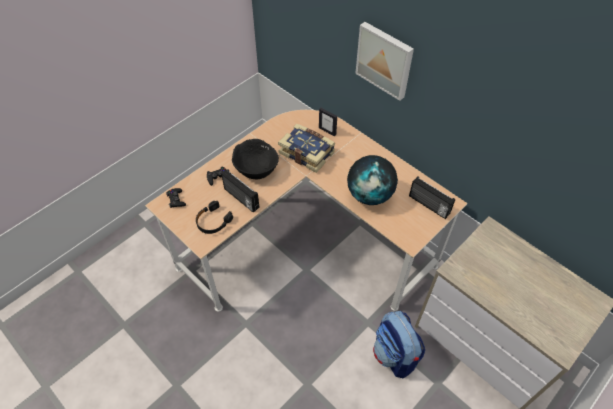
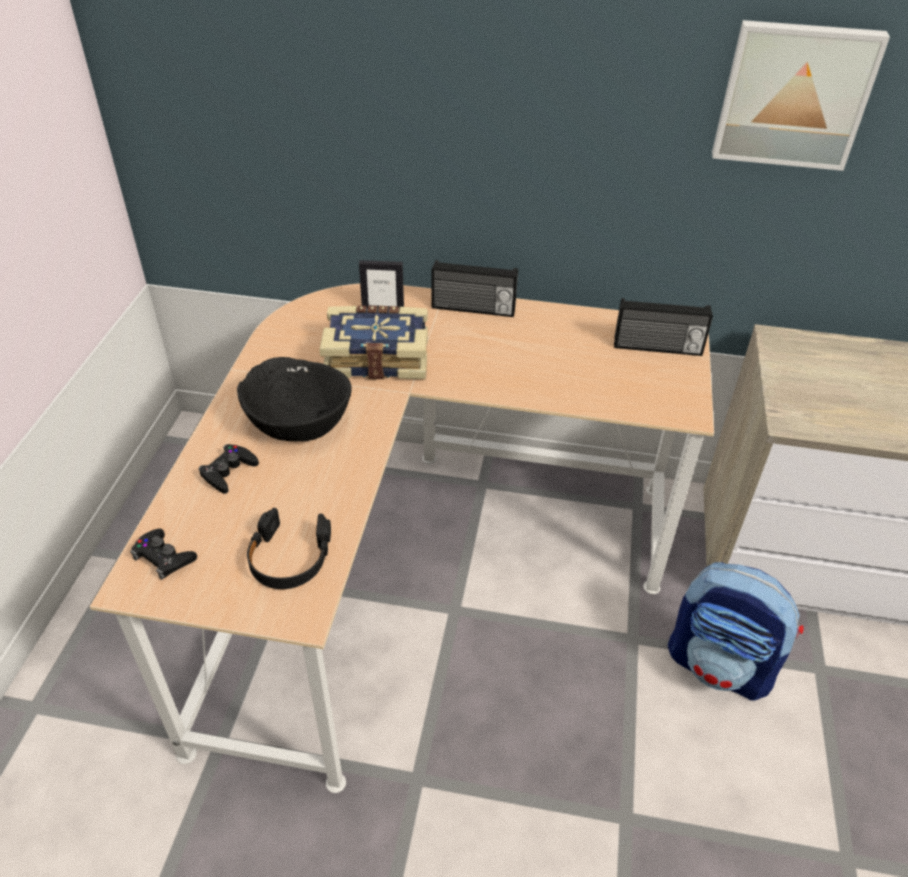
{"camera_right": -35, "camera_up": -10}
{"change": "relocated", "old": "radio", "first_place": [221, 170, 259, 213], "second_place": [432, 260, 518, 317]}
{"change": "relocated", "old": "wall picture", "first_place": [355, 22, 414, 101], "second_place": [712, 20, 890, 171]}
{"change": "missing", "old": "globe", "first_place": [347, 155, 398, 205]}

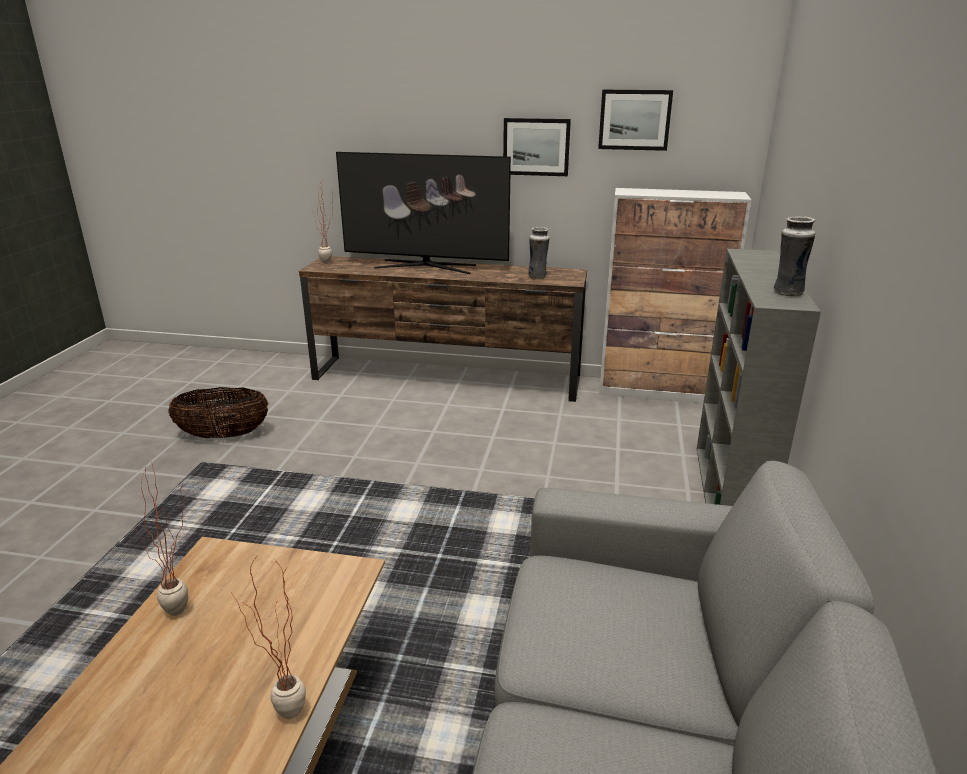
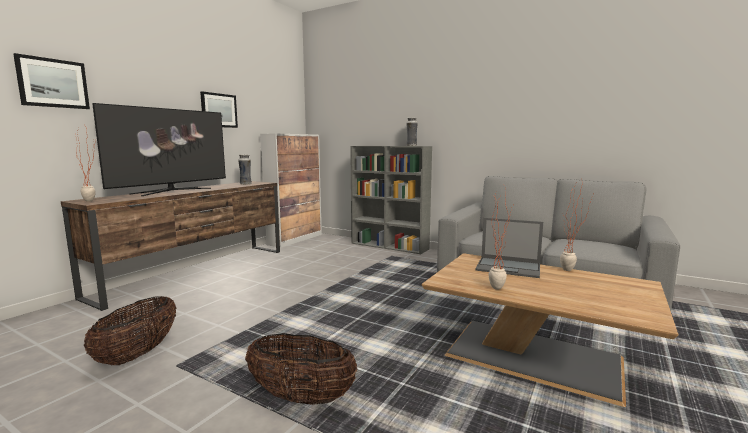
{"camera_right": -70, "camera_up": -15}
{"change": "relocated", "old": "wall picture", "first_place": [598, 90, 673, 151], "second_place": [13, 53, 90, 109]}
{"change": "appeared", "new": "household basket", "second_place": [245, 333, 357, 405]}
{"change": "appeared", "new": "portable computer", "second_place": [475, 218, 543, 278]}

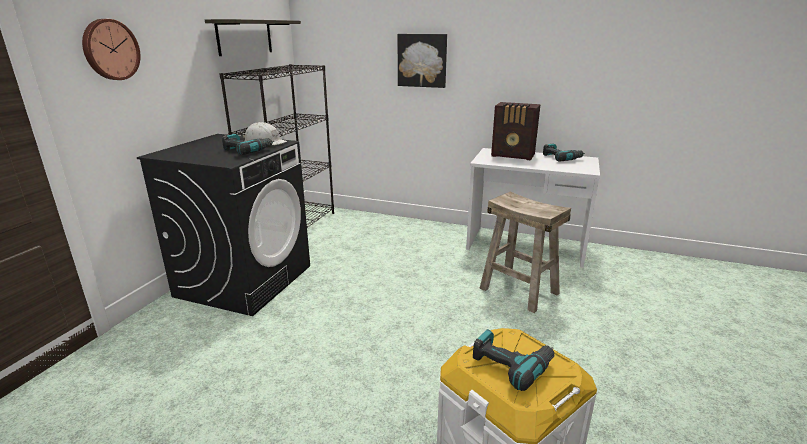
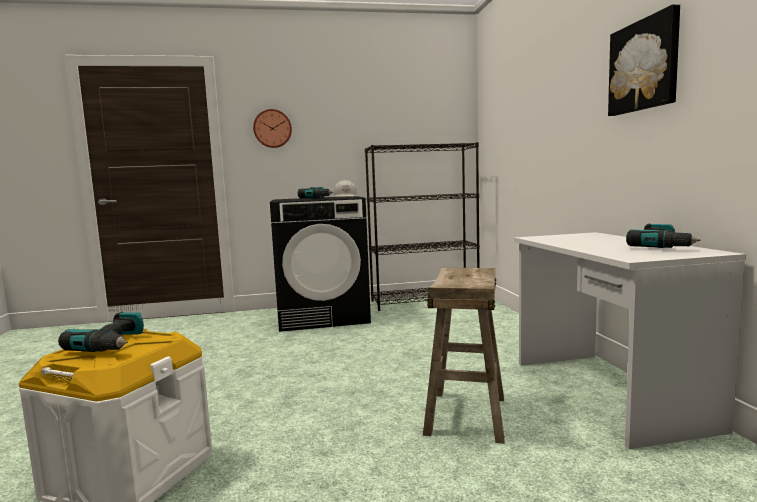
{"camera_right": 60, "camera_up": -15}
{"change": "relocated", "old": "wall picture", "first_place": [398, 34, 447, 88], "second_place": [608, 4, 680, 116]}
{"change": "missing", "old": "bracket shelf", "first_place": [205, 19, 301, 56]}
{"change": "missing", "old": "radio", "first_place": [491, 102, 541, 160]}

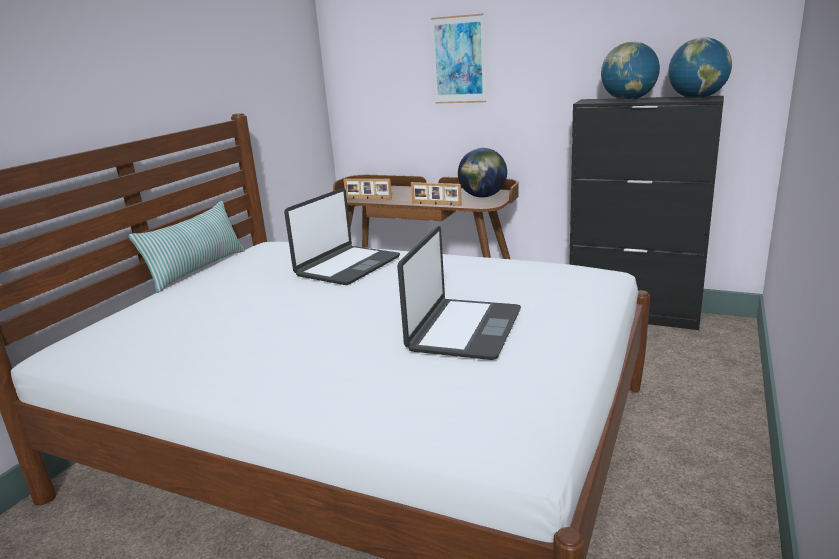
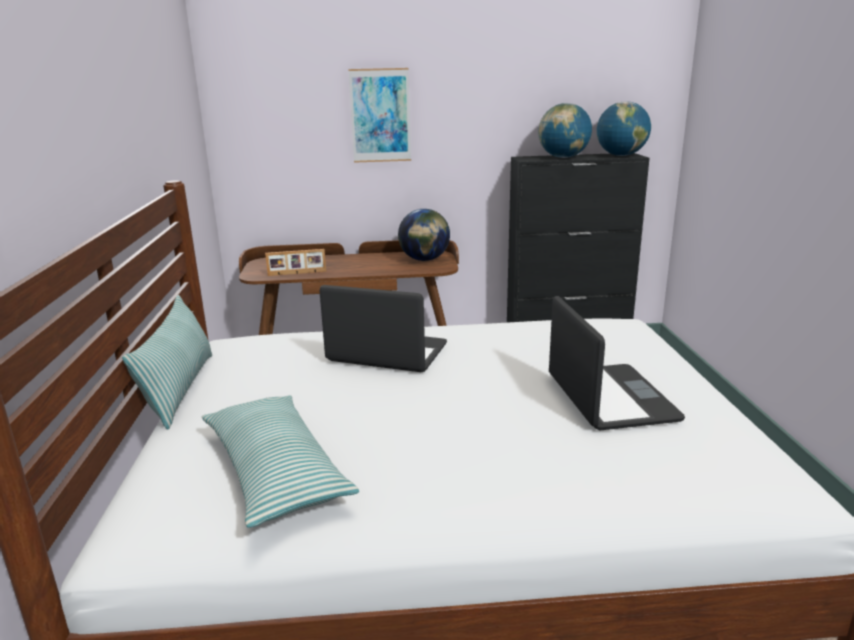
{"camera_right": -30, "camera_up": 0}
{"change": "appeared", "new": "throw pillow", "second_place": [202, 395, 359, 528]}
{"change": "spun", "old": "portable computer", "first_place": [284, 188, 400, 285], "second_place": [319, 285, 447, 372], "degrees": -75}
{"change": "missing", "old": "picture frame", "first_place": [411, 182, 462, 206]}

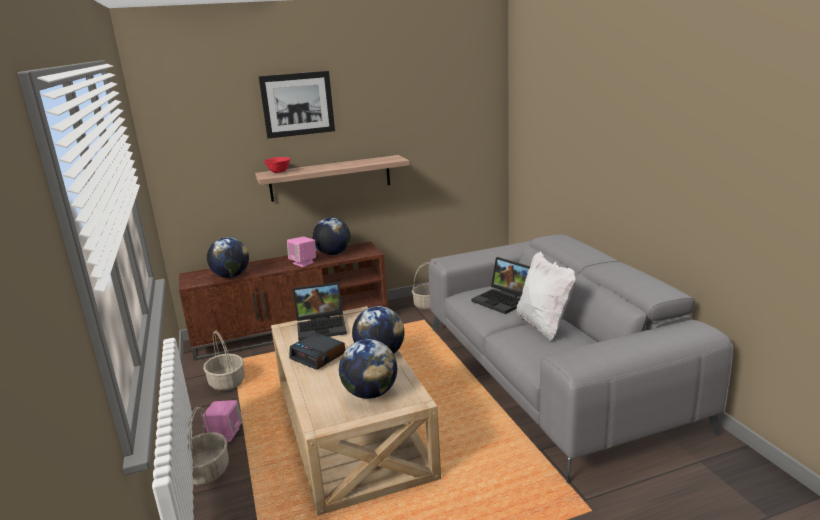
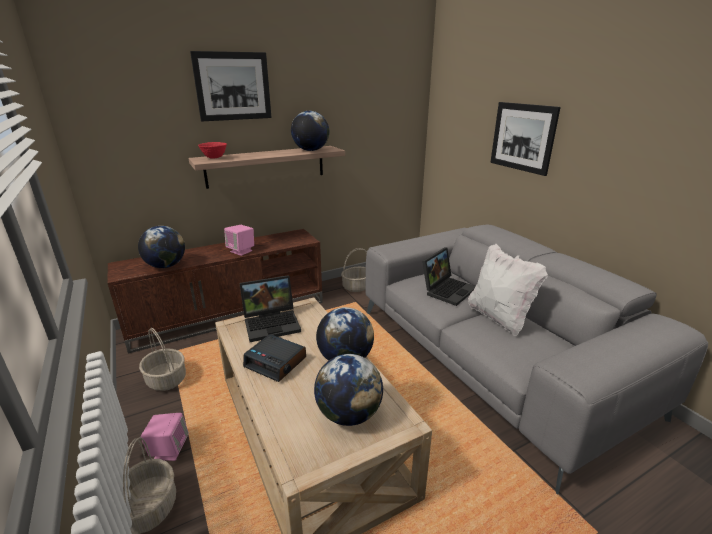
{"camera_right": -10, "camera_up": 5}
{"change": "relocated", "old": "globe", "first_place": [312, 217, 350, 255], "second_place": [291, 111, 329, 151]}
{"change": "spun", "old": "portable computer", "first_place": [471, 257, 530, 314], "second_place": [422, 248, 475, 306], "degrees": -90}
{"change": "appeared", "new": "wall picture", "second_place": [490, 102, 561, 176]}

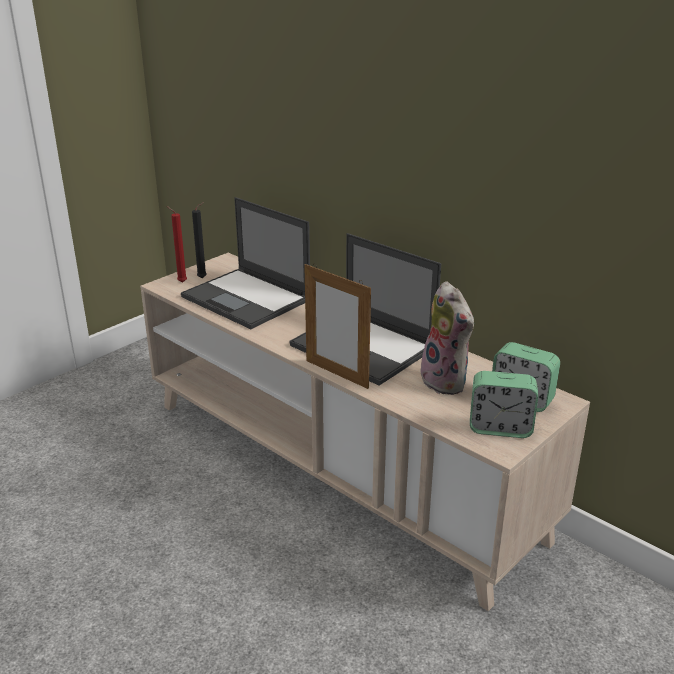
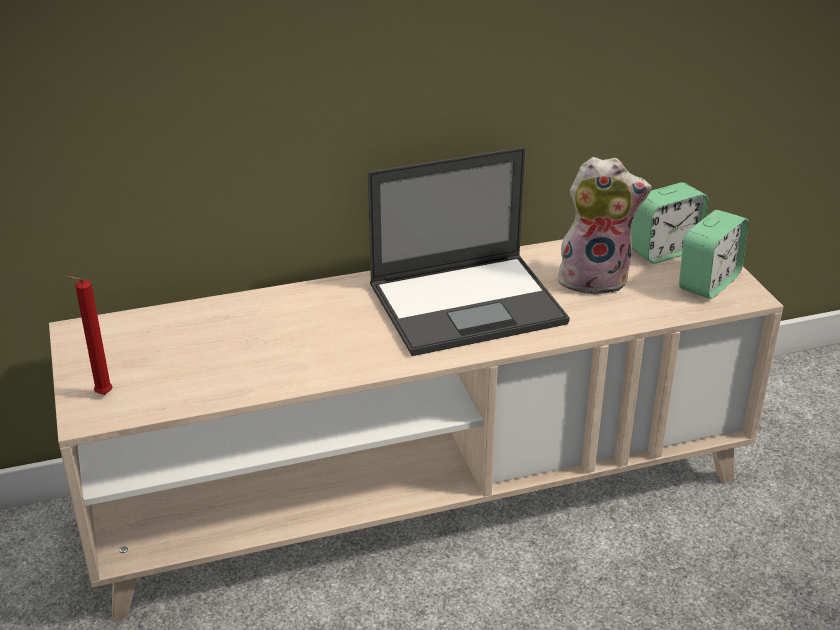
{"camera_right": -60, "camera_up": 5}
{"change": "missing", "old": "portable computer", "first_place": [181, 197, 310, 329]}
{"change": "missing", "old": "black wax candle", "first_place": [192, 202, 207, 278]}
{"change": "missing", "old": "picture frame", "first_place": [304, 263, 371, 389]}

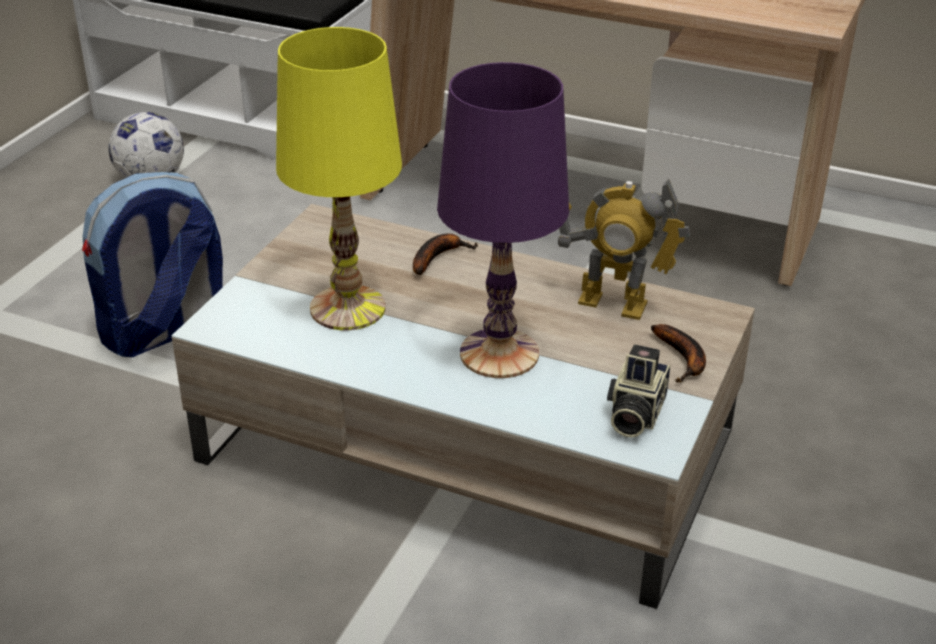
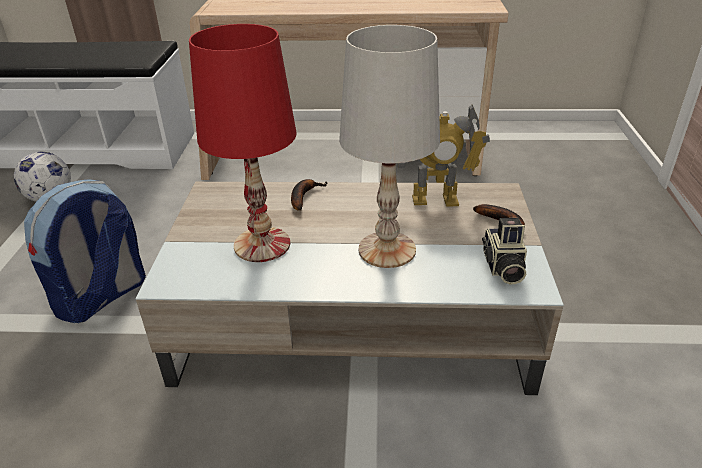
{"camera_right": -20, "camera_up": 0}
{"change": "colour", "old": "yellowish tabletop lamp", "new": "red-coloured tabletop lamp", "first_place": [276, 27, 402, 330], "second_place": [189, 24, 297, 262]}
{"change": "colour", "old": "purplish tabletop lamp", "new": "white tabletop lamp", "first_place": [437, 62, 569, 378], "second_place": [339, 25, 440, 268]}

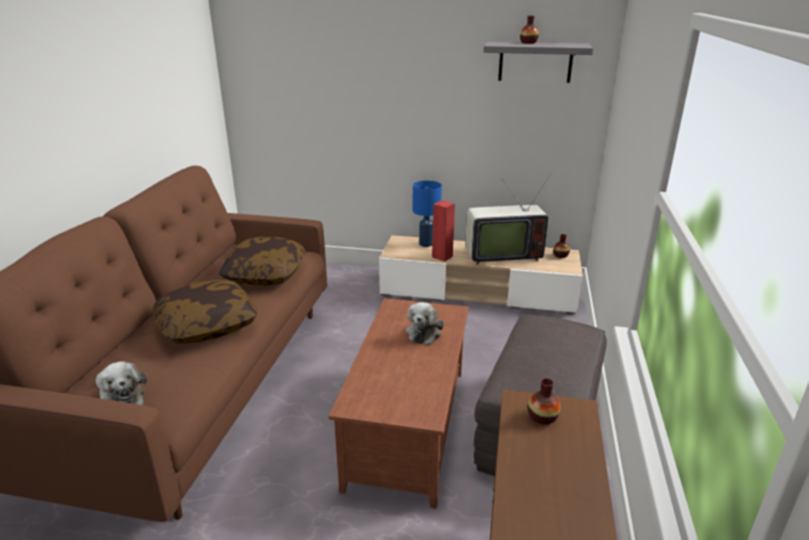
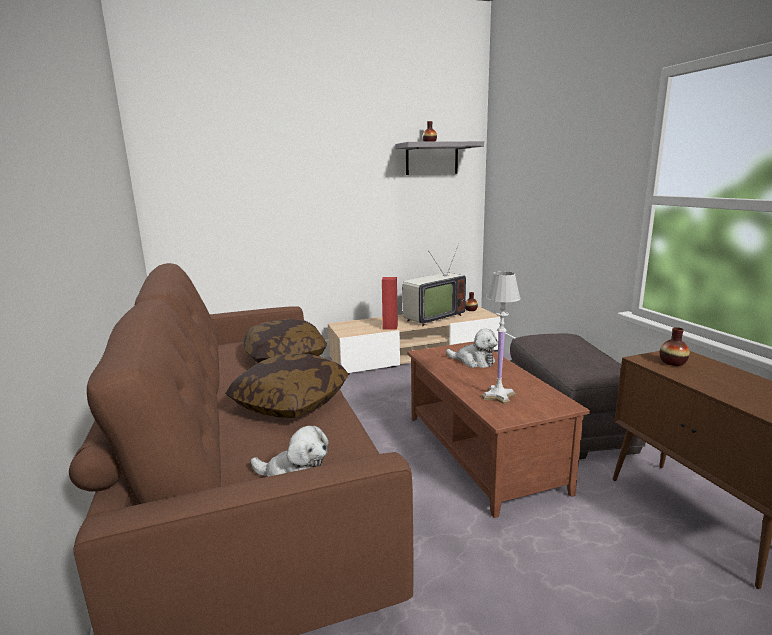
{"camera_right": -30, "camera_up": -10}
{"change": "spun", "old": "plush toy", "first_place": [406, 302, 444, 345], "second_place": [446, 328, 498, 368], "degrees": -45}
{"change": "appeared", "new": "white tabletop lamp", "second_place": [482, 271, 521, 404]}
{"change": "missing", "old": "bluish tabletop lamp", "first_place": [413, 181, 442, 247]}

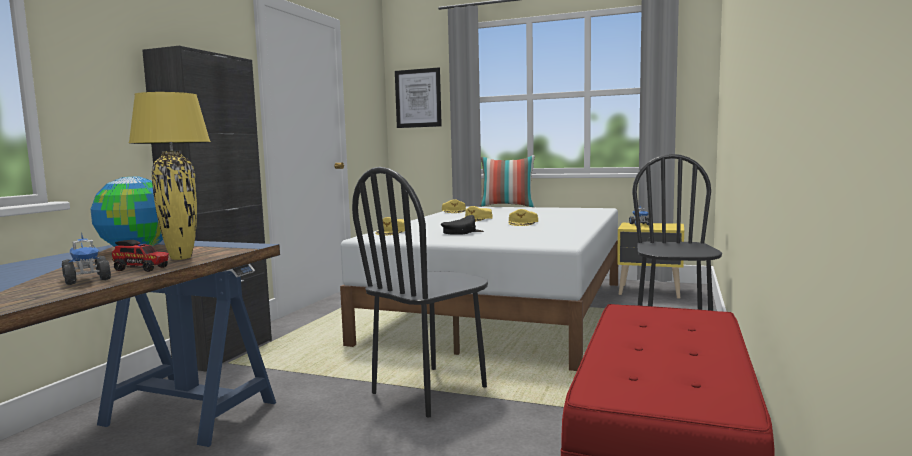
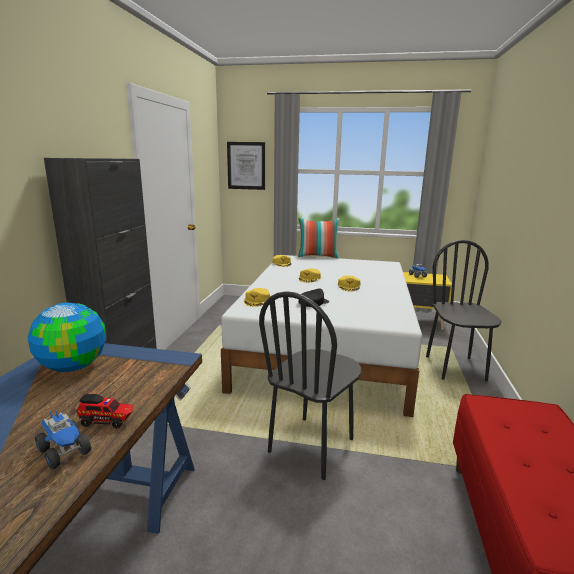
{"camera_right": -10, "camera_up": 10}
{"change": "missing", "old": "yellowish tabletop lamp", "first_place": [128, 92, 211, 260]}

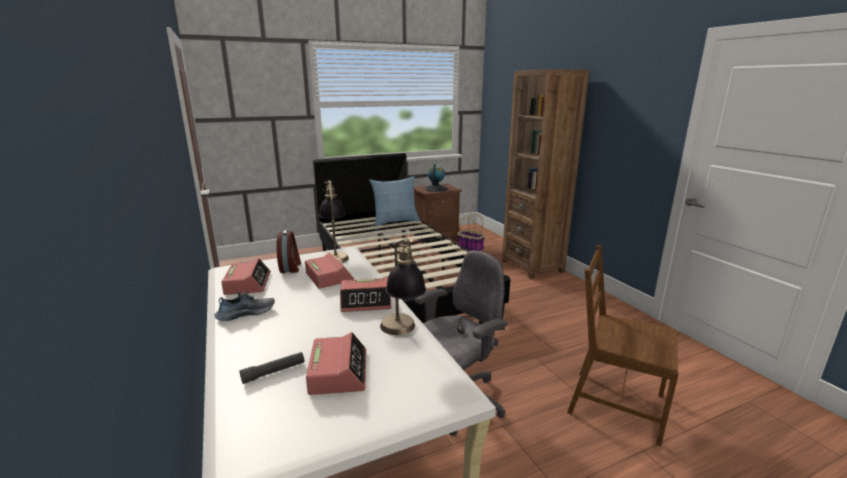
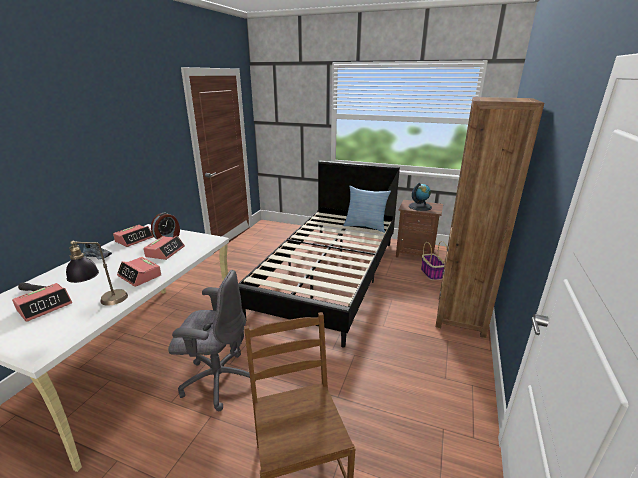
{"camera_right": 45, "camera_up": 5}
{"change": "missing", "old": "tabletop lamp", "first_place": [319, 181, 349, 263]}

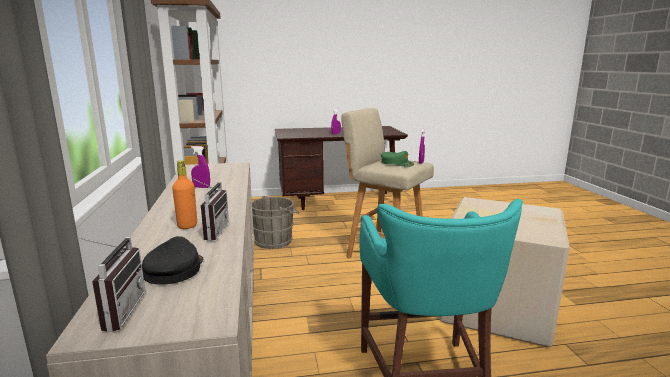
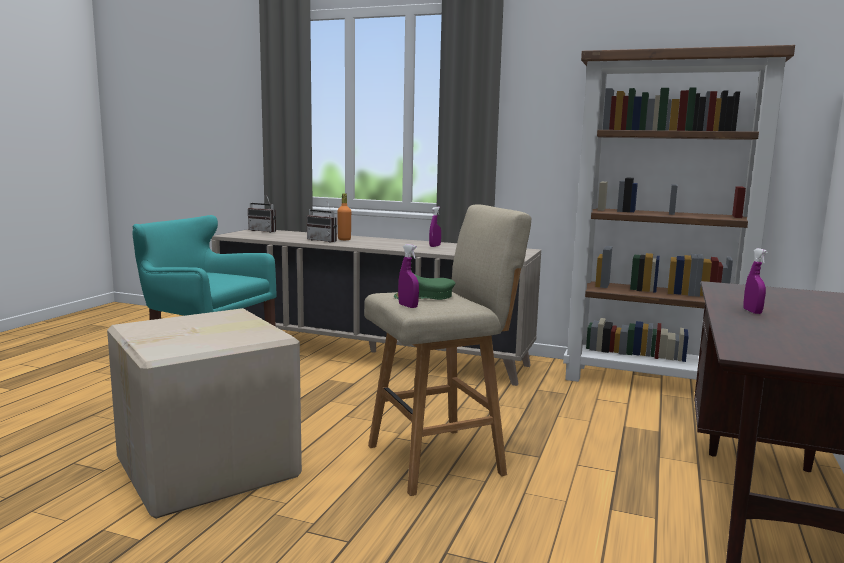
{"camera_right": 120, "camera_up": -5}
{"change": "missing", "old": "black cap", "first_place": [142, 236, 203, 285]}
{"change": "missing", "old": "grey pail", "first_place": [252, 196, 300, 249]}

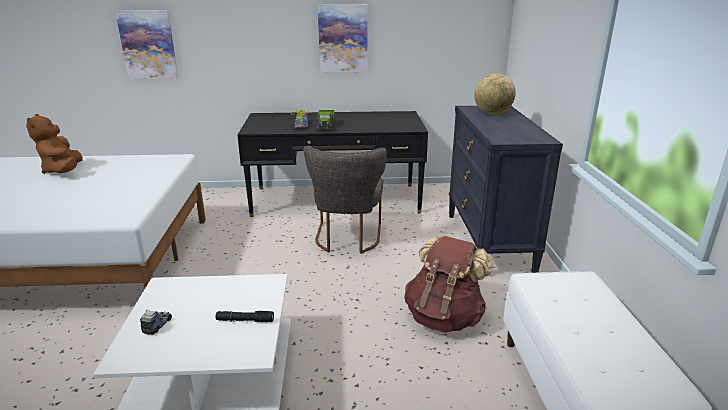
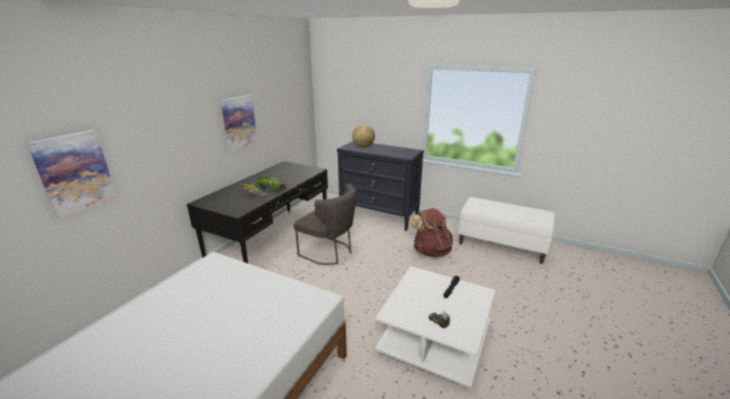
{"camera_right": -60, "camera_up": 0}
{"change": "missing", "old": "brownish plush toy", "first_place": [26, 114, 83, 174]}

